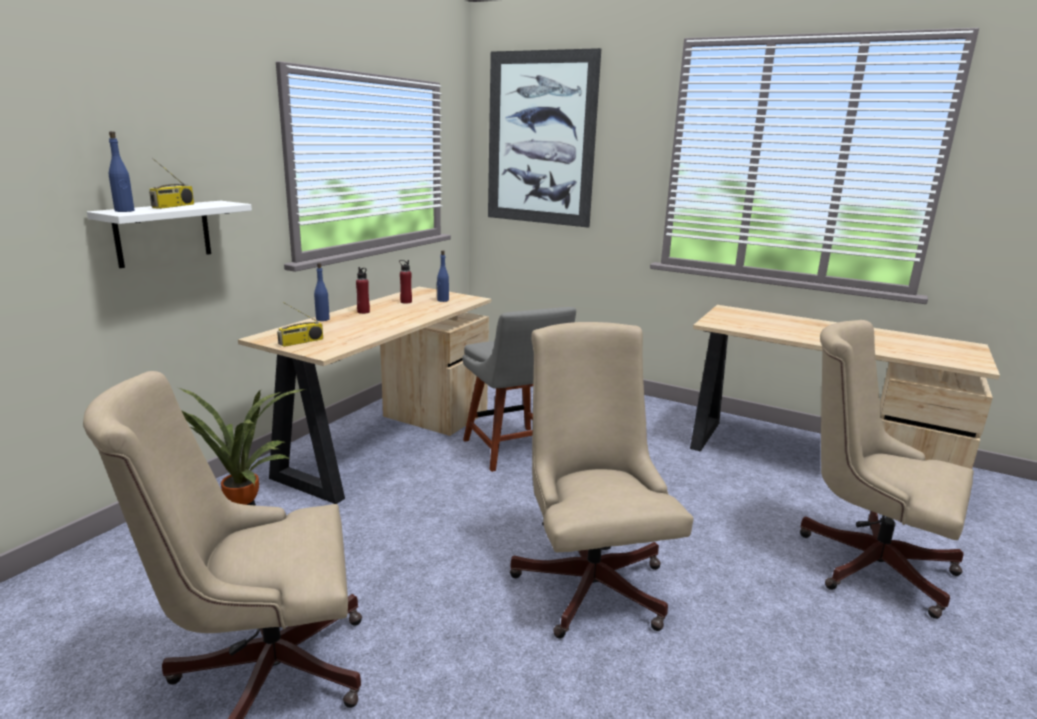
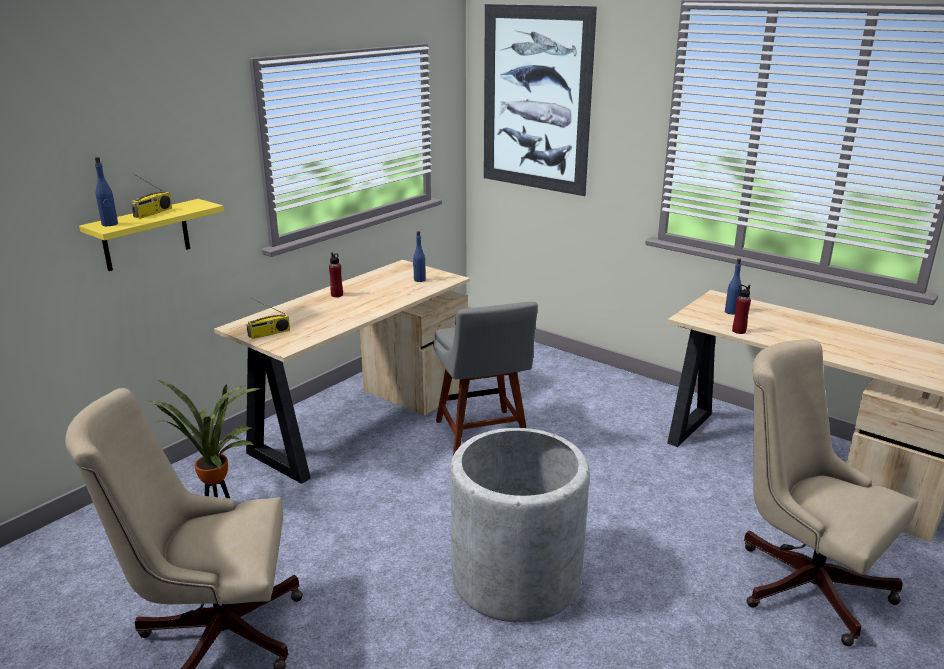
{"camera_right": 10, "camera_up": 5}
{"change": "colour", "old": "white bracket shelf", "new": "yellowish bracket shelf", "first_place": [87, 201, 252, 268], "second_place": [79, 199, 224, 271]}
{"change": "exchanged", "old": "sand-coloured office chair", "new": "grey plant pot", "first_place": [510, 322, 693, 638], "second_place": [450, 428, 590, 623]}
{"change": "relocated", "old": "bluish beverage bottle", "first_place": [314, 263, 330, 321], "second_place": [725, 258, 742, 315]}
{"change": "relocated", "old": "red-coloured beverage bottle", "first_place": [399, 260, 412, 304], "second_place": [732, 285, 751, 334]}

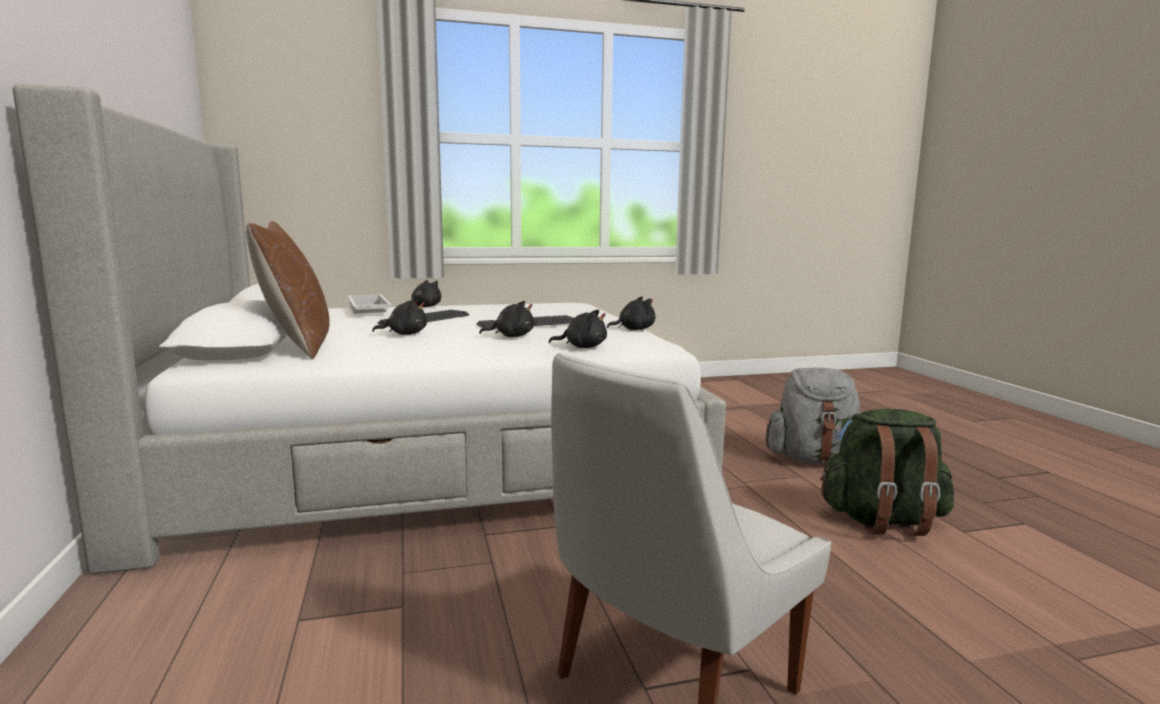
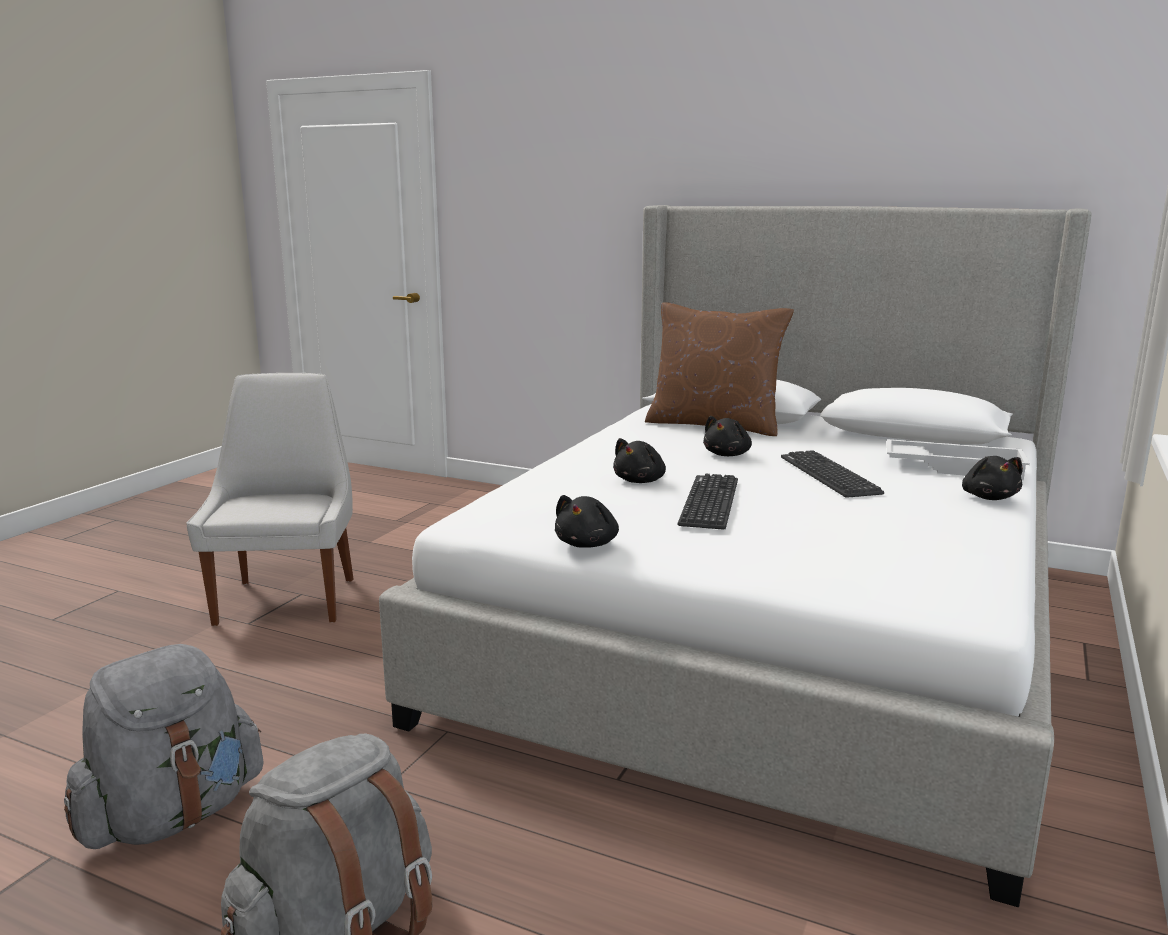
{"camera_right": 130, "camera_up": 5}
{"change": "colour", "old": "greenish backpack", "new": "grey backpack", "first_place": [820, 409, 954, 536], "second_place": [64, 644, 263, 849]}
{"change": "missing", "old": "black plush toy", "first_place": [549, 309, 607, 348]}

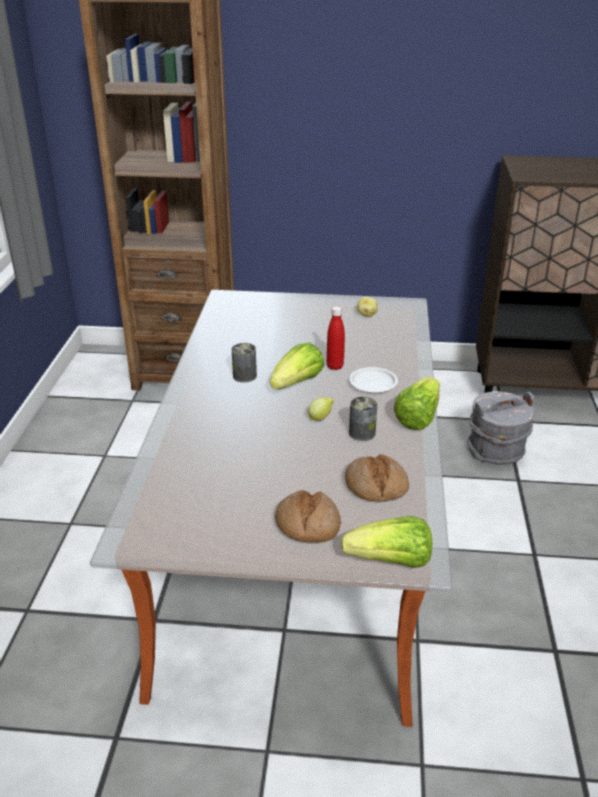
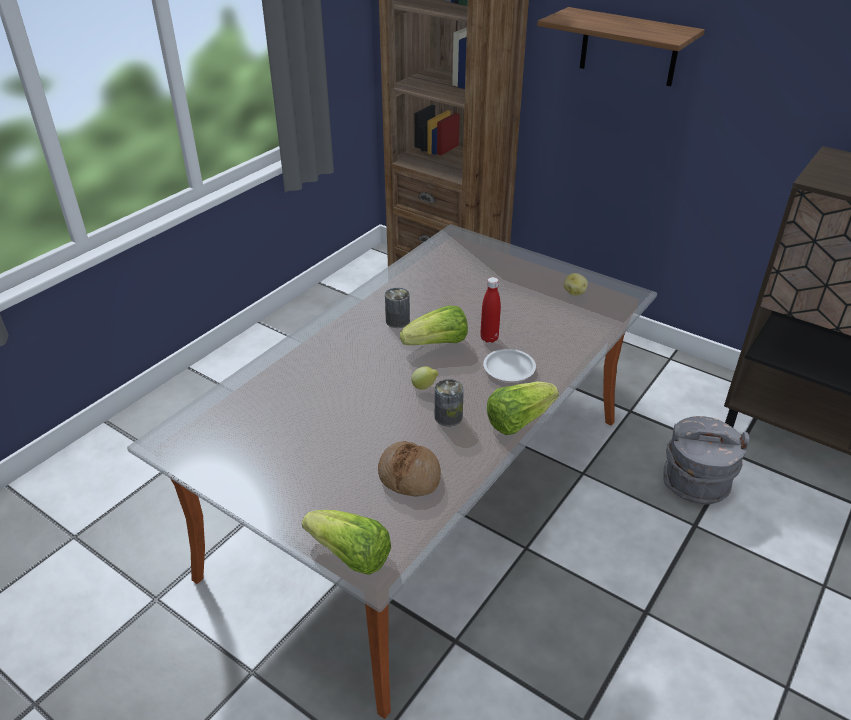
{"camera_right": 30, "camera_up": 5}
{"change": "appeared", "new": "bracket shelf", "second_place": [537, 7, 705, 86]}
{"change": "missing", "old": "bakery bread", "first_place": [275, 490, 341, 543]}

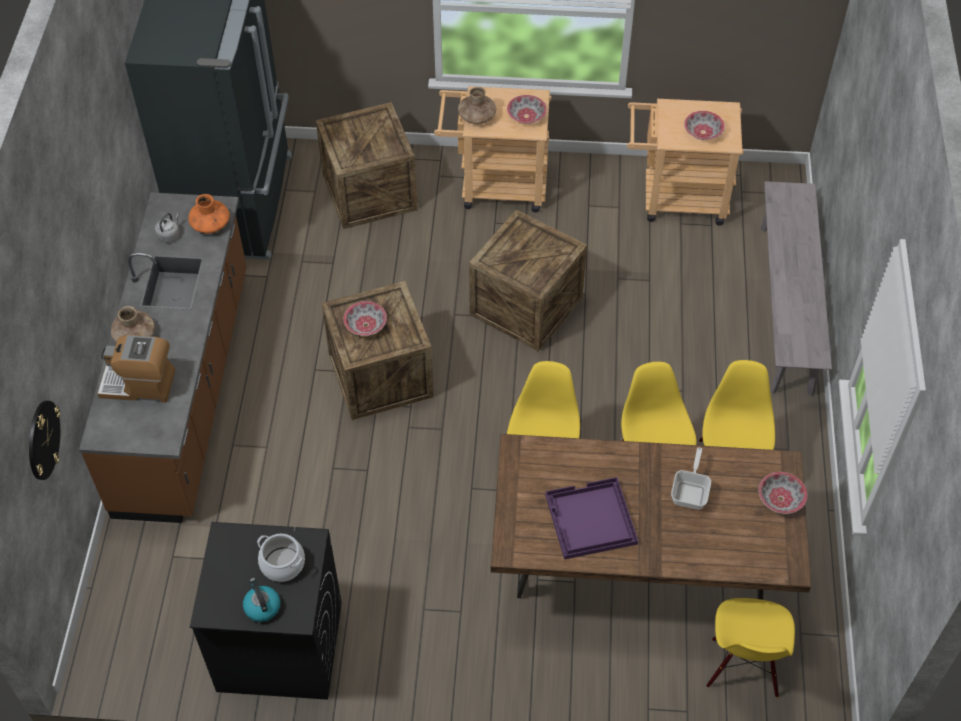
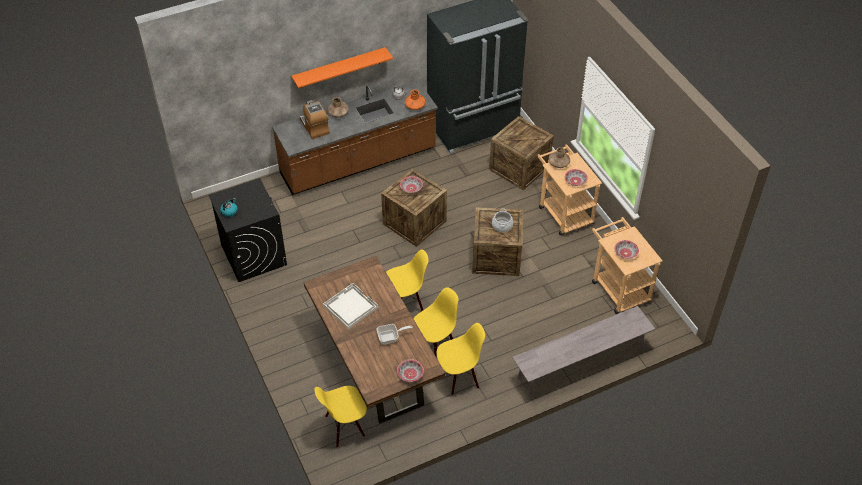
{"camera_right": 60, "camera_up": -5}
{"change": "appeared", "new": "orange bracket shelf", "second_place": [291, 47, 393, 88]}
{"change": "colour", "old": "purplish serving tray", "new": "white serving tray", "first_place": [545, 477, 638, 560], "second_place": [323, 283, 379, 329]}
{"change": "relocated", "old": "cooking pot", "first_place": [257, 534, 305, 582], "second_place": [492, 208, 513, 232]}
{"change": "missing", "old": "wall clock", "first_place": [29, 401, 60, 480]}

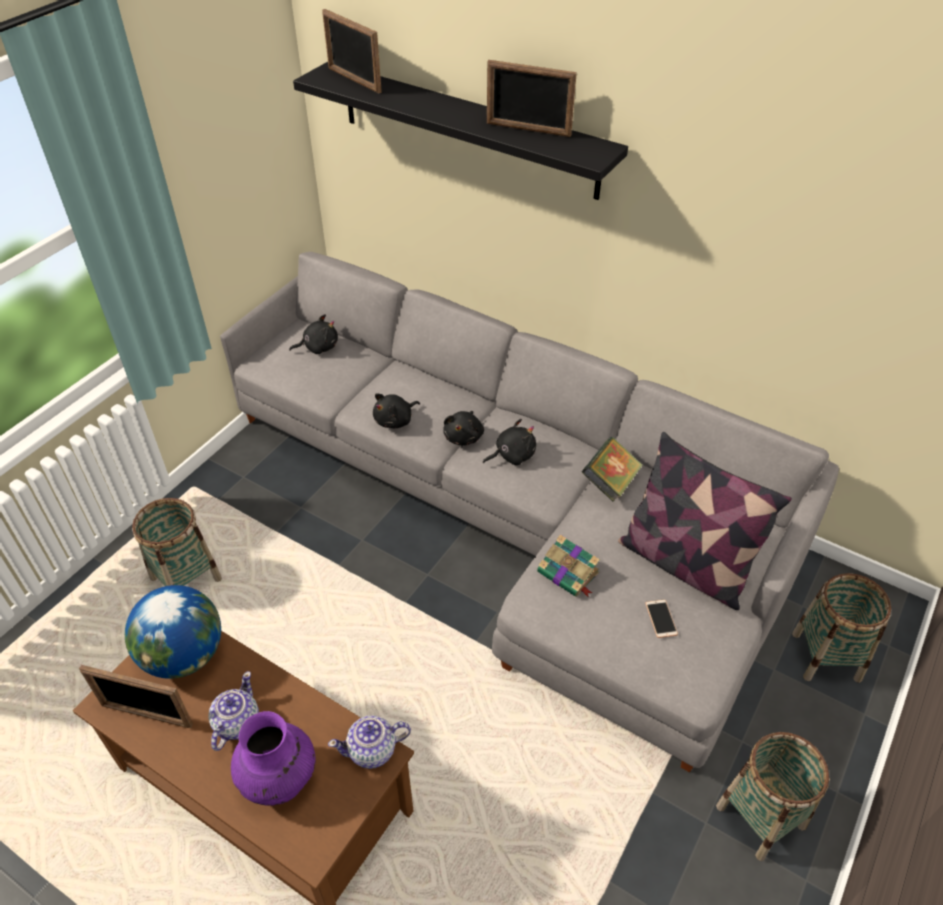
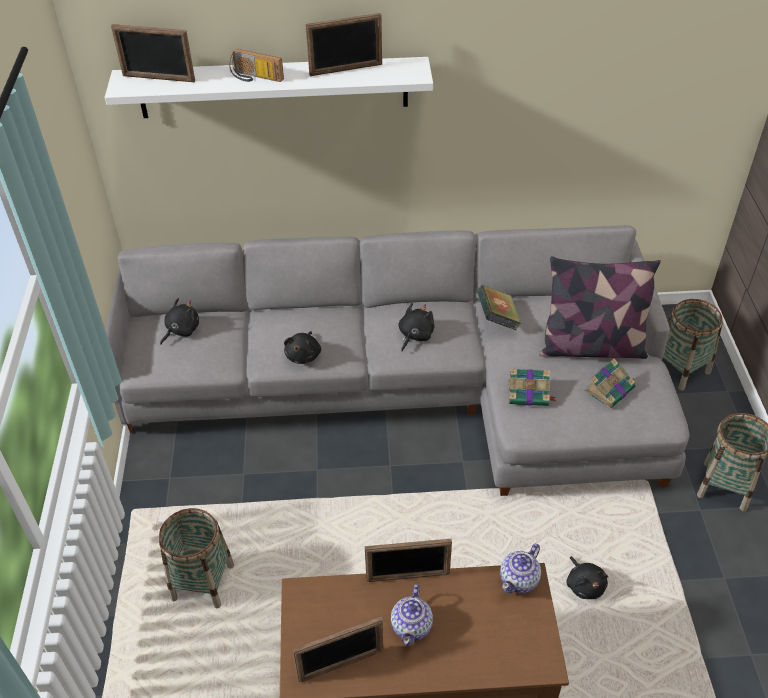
{"camera_right": -35, "camera_up": 0}
{"change": "colour", "old": "black bracket shelf", "new": "white bracket shelf", "first_place": [293, 62, 628, 200], "second_place": [105, 57, 433, 118]}
{"change": "appeared", "new": "radio", "second_place": [229, 49, 284, 82]}
{"change": "appeared", "new": "picture frame", "second_place": [365, 539, 452, 582]}
{"change": "spun", "old": "tea pot", "first_place": [208, 671, 259, 751], "second_place": [391, 584, 433, 646], "degrees": -150}
{"change": "relocated", "old": "black plush toy", "first_place": [443, 411, 484, 446], "second_place": [567, 556, 608, 599]}
{"change": "exchanged", "old": "handset", "new": "book", "first_place": [645, 599, 678, 638], "second_place": [584, 359, 635, 408]}
{"change": "missing", "old": "globe", "first_place": [125, 585, 221, 679]}
{"change": "missing", "old": "purplish decorative vase", "first_place": [231, 711, 316, 806]}

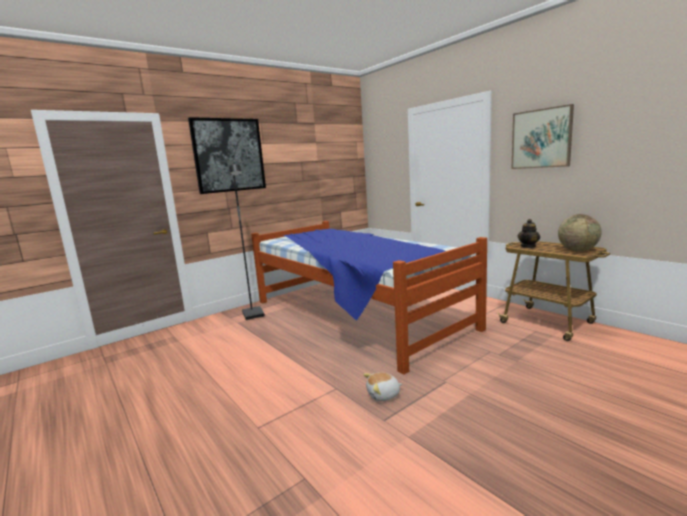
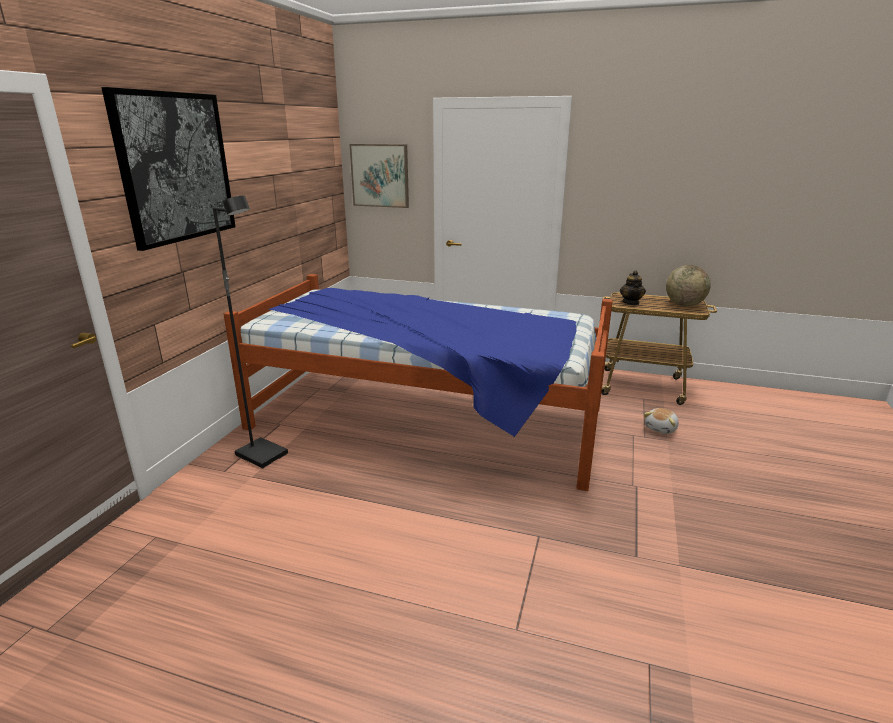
{"camera_right": -35, "camera_up": 10}
{"change": "relocated", "old": "wall picture", "first_place": [512, 104, 574, 169], "second_place": [350, 144, 409, 208]}
{"change": "relocated", "old": "plush toy", "first_place": [363, 372, 402, 401], "second_place": [644, 408, 679, 434]}

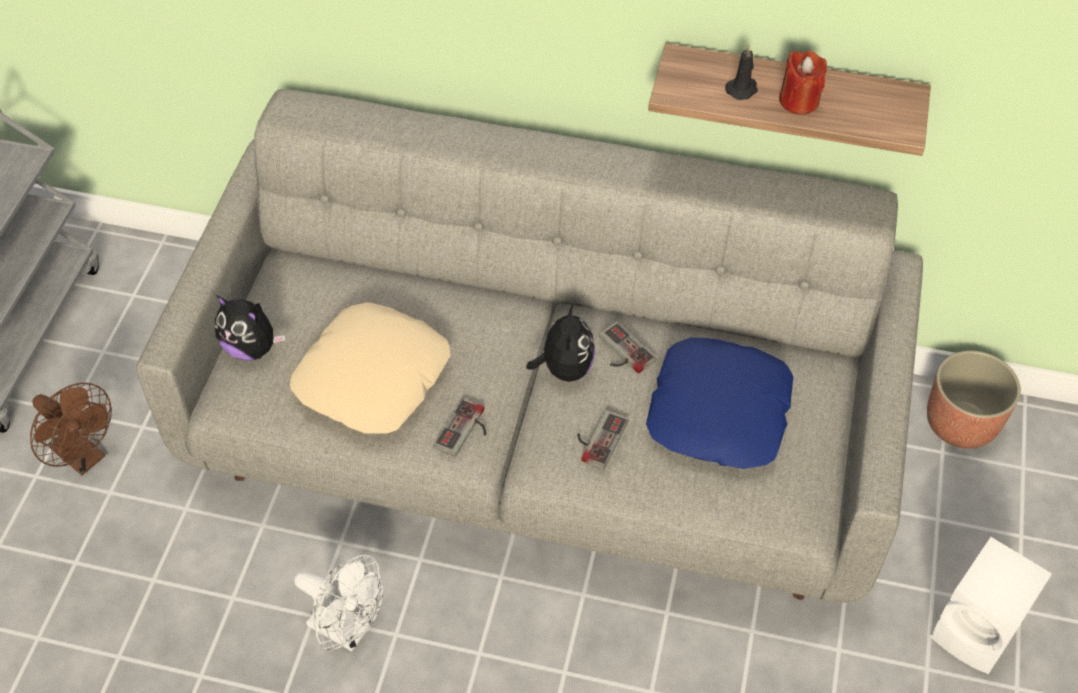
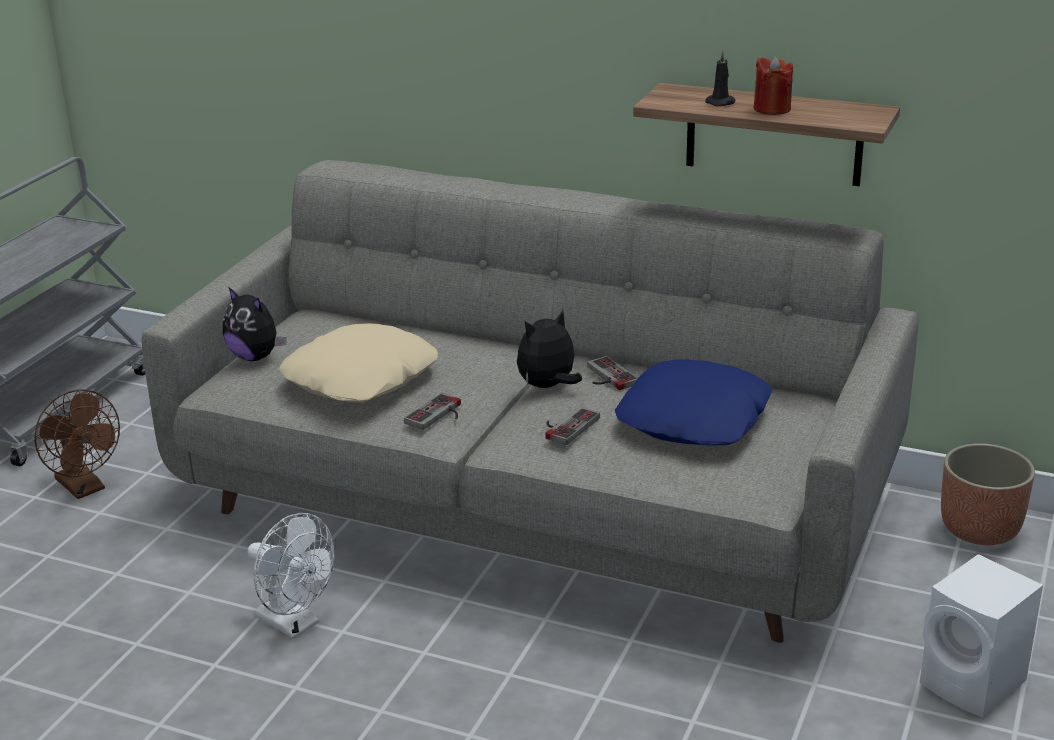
{"camera_right": 10, "camera_up": -25}
{"change": "spun", "old": "plush toy", "first_place": [526, 303, 595, 382], "second_place": [517, 310, 582, 388], "degrees": -135}

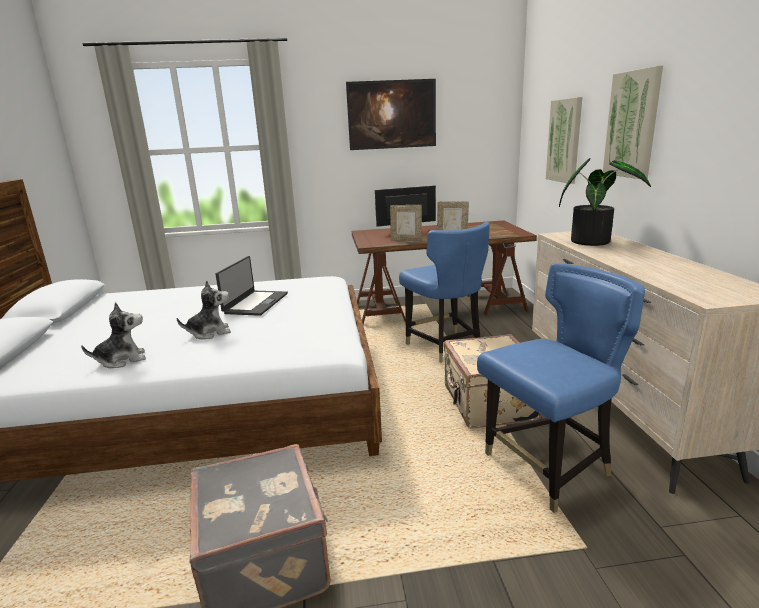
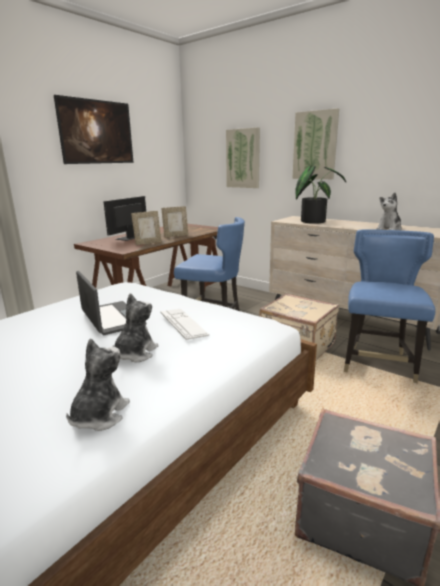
{"camera_right": -45, "camera_up": 0}
{"change": "appeared", "new": "keyboard", "second_place": [160, 309, 209, 340]}
{"change": "appeared", "new": "plush toy", "second_place": [376, 192, 402, 230]}

